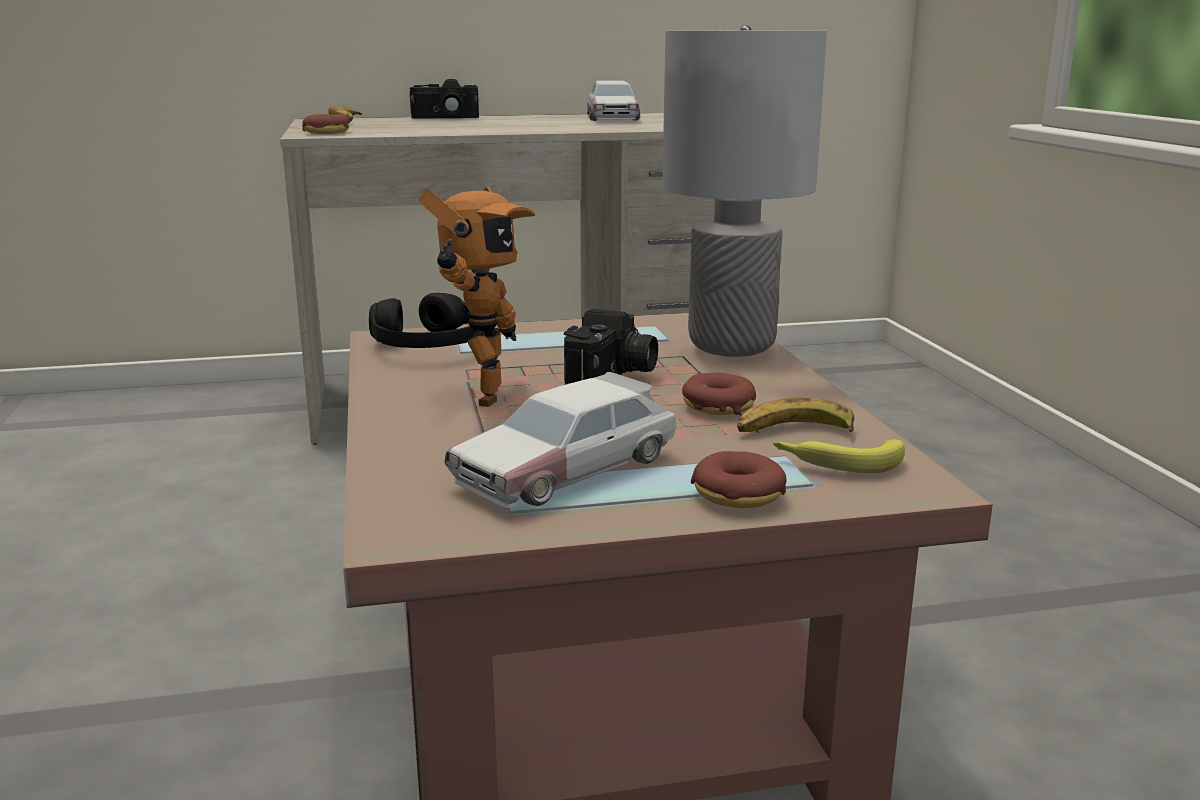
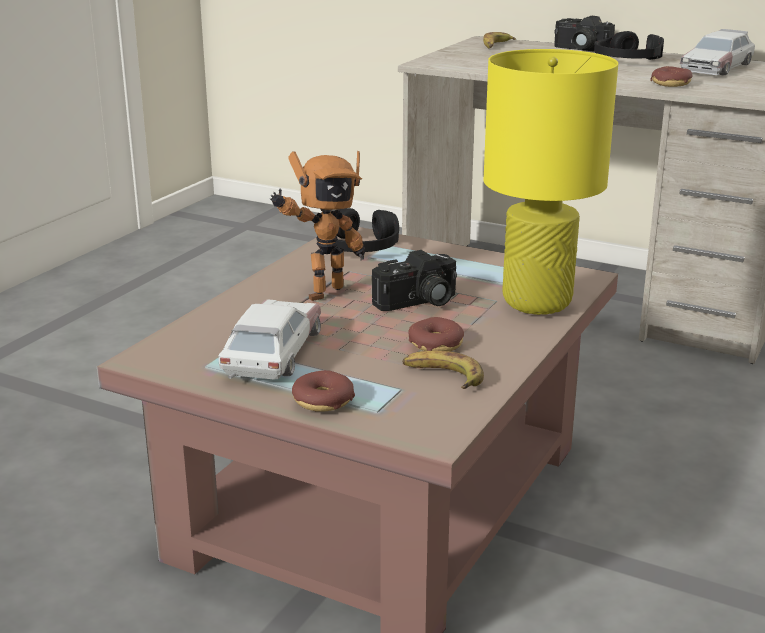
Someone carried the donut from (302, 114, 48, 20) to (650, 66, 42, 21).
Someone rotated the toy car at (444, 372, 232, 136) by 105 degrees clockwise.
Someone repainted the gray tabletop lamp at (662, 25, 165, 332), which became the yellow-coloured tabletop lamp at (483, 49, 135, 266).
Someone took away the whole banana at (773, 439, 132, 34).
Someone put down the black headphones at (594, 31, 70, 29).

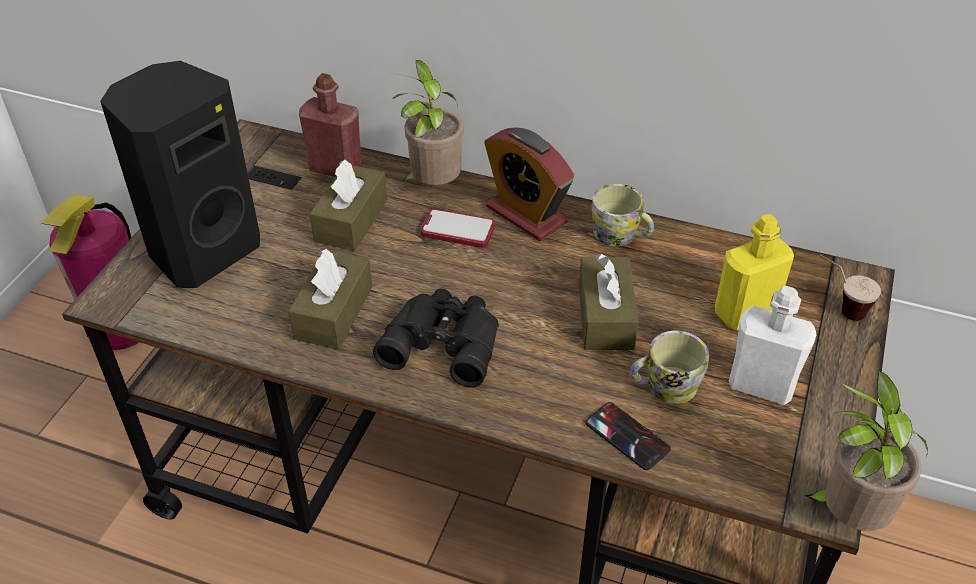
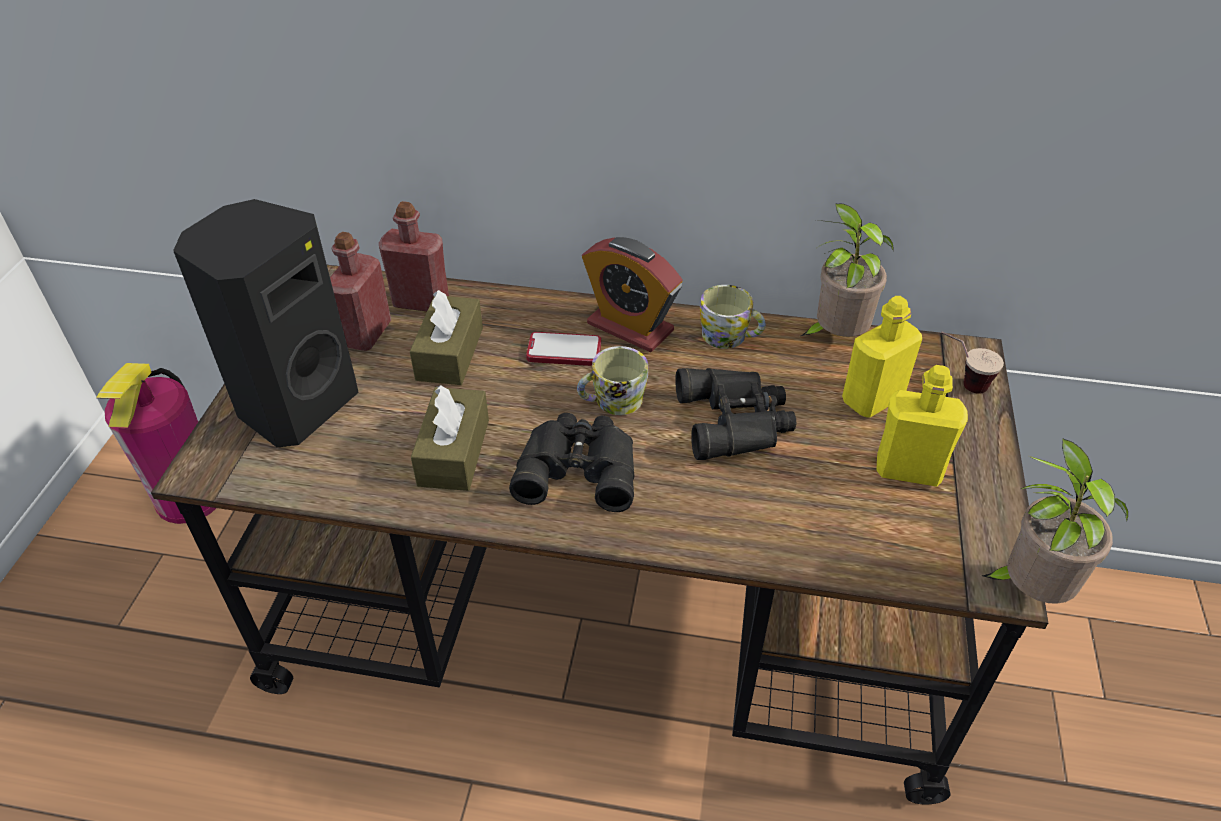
Someone carried the houseplant from (392, 59, 72, 126) to (801, 203, 92, 134).
Someone swapped the brownish box of tissues at (579, 254, 59, 96) for the black binoculars at (675, 368, 121, 92).
Someone took away the phone at (585, 402, 86, 68).
Someone carried the tea mug from (630, 331, 79, 73) to (577, 346, 71, 69).
Someone repainted the white-coloured bottle at (729, 286, 88, 119), which became the yellow-coloured bottle at (876, 365, 92, 122).
Someone put down the red-coloured bottle at (330, 232, 61, 119).

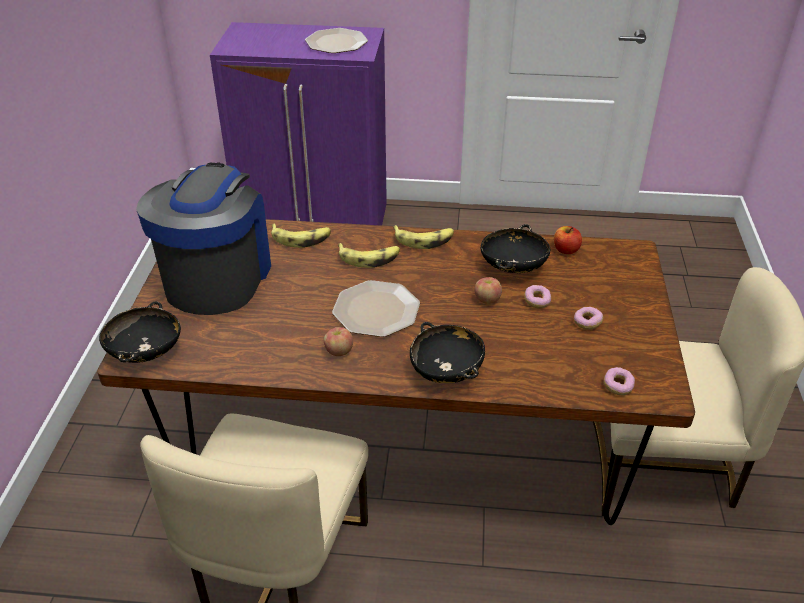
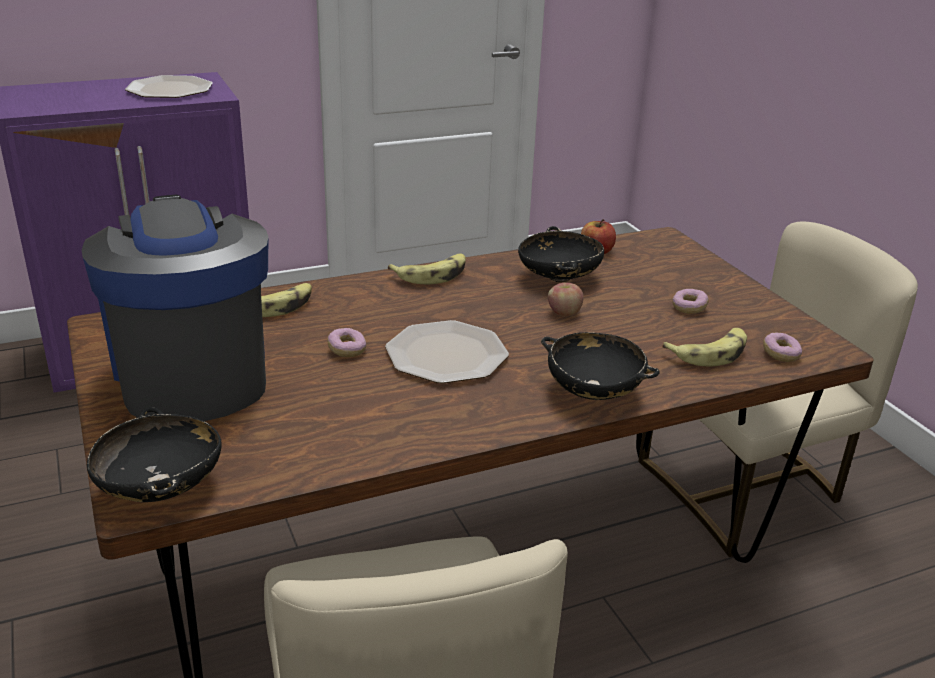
Someone took away the apple at (324, 327, 29, 29).
Someone carried the whole banana from (338, 243, 62, 25) to (662, 328, 85, 38).
Someone carried the donut from (524, 285, 27, 23) to (328, 328, 38, 29).

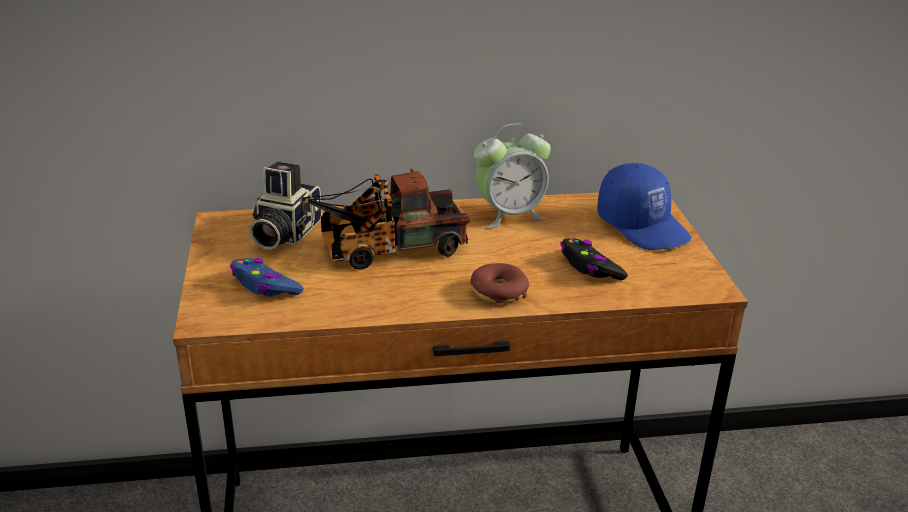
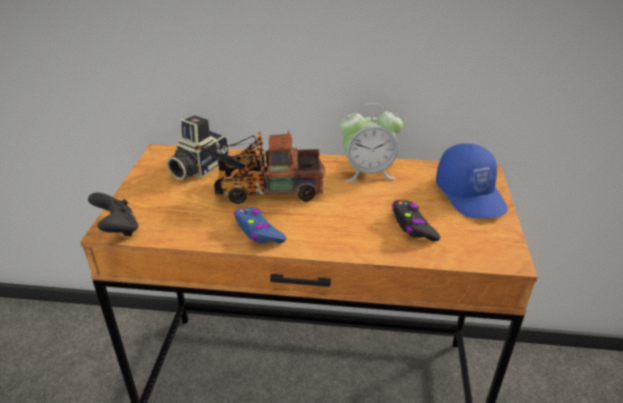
Someone carried the blue-coloured joypad from (230, 258, 74, 38) to (234, 207, 52, 36).
Someone took away the donut at (470, 263, 59, 40).
Someone put down the black joypad at (88, 193, 50, 44).

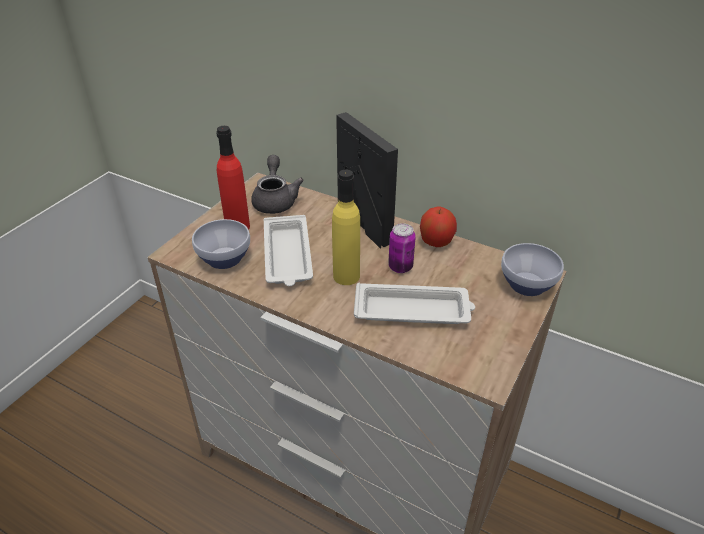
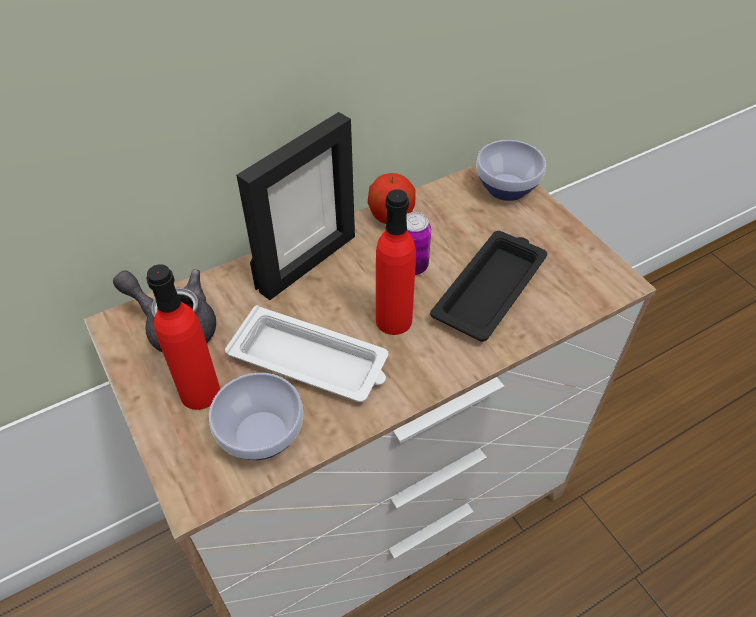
Someone repainted the yellow-coloured bottle at (332, 169, 28, 116), which became the red-coloured bottle at (376, 189, 40, 146).
Someone rotated the standing frame at (336, 112, 62, 137) by 135 degrees clockwise.
Someone repainted the white-coloured tray at (354, 283, 121, 41), which became the black tray at (430, 231, 117, 111).

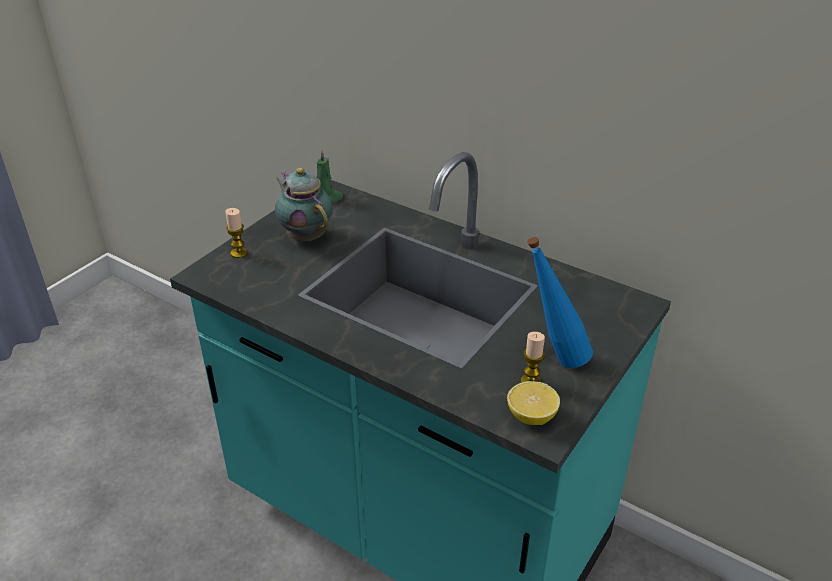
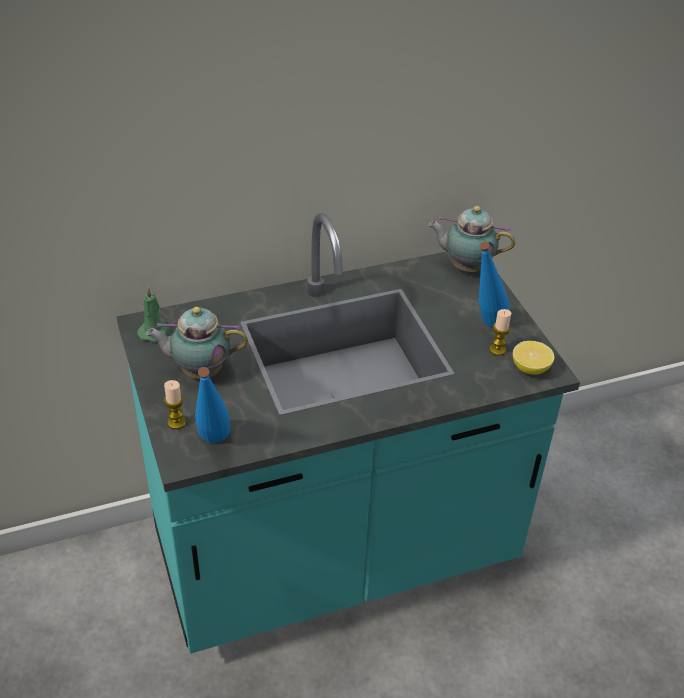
Someone put down the blue-coloured bottle at (195, 367, 36, 76).
Someone put down the teapot at (428, 206, 87, 66).

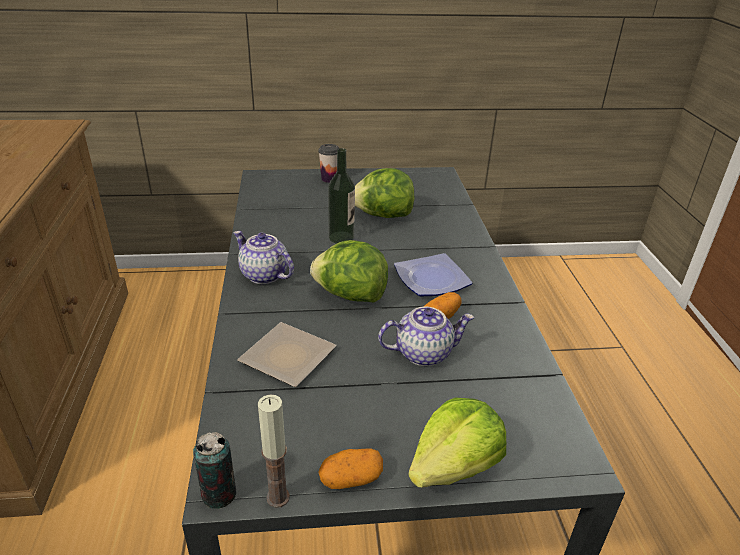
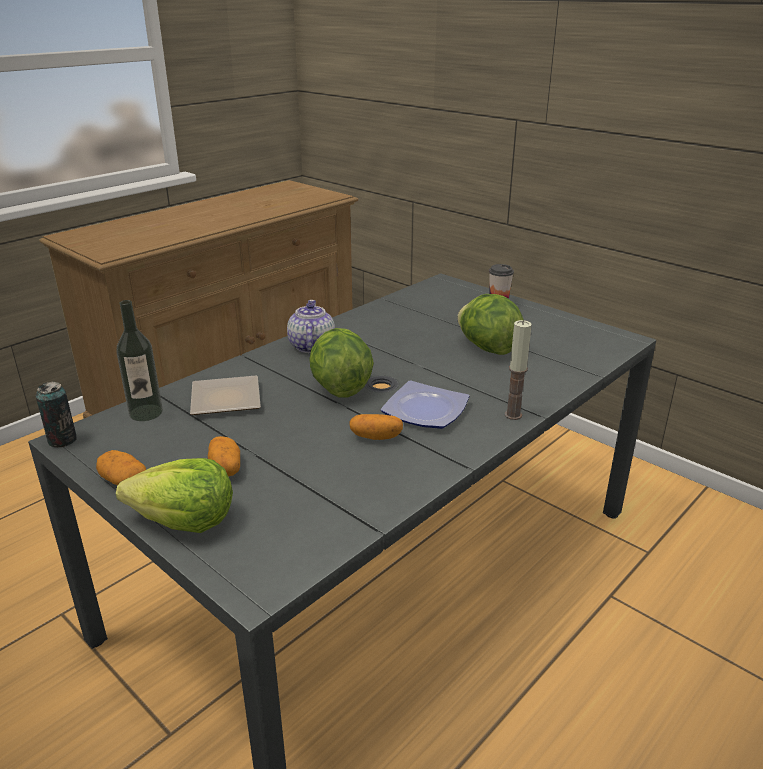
Someone carried the wax candle from (258, 395, 32, 113) to (505, 320, 27, 100).
Someone carried the bottle from (328, 148, 27, 96) to (116, 300, 47, 121).
Someone took away the teapot at (378, 306, 96, 60).
Someone put down the spud at (208, 436, 32, 40).

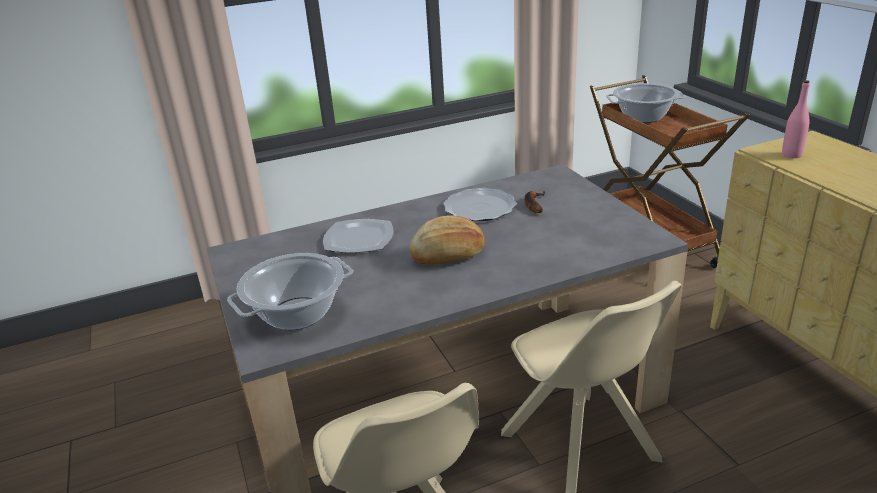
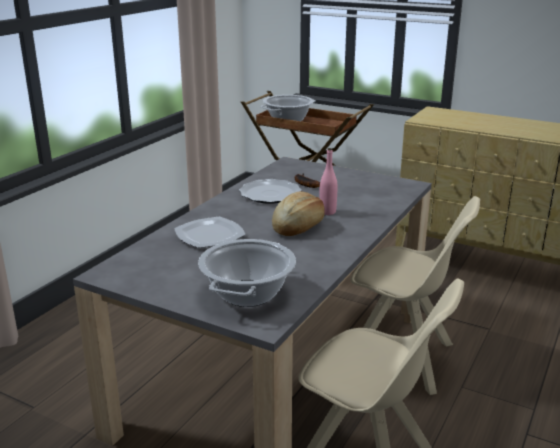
Someone carried the pink bottle from (782, 80, 28, 78) to (319, 148, 18, 67).

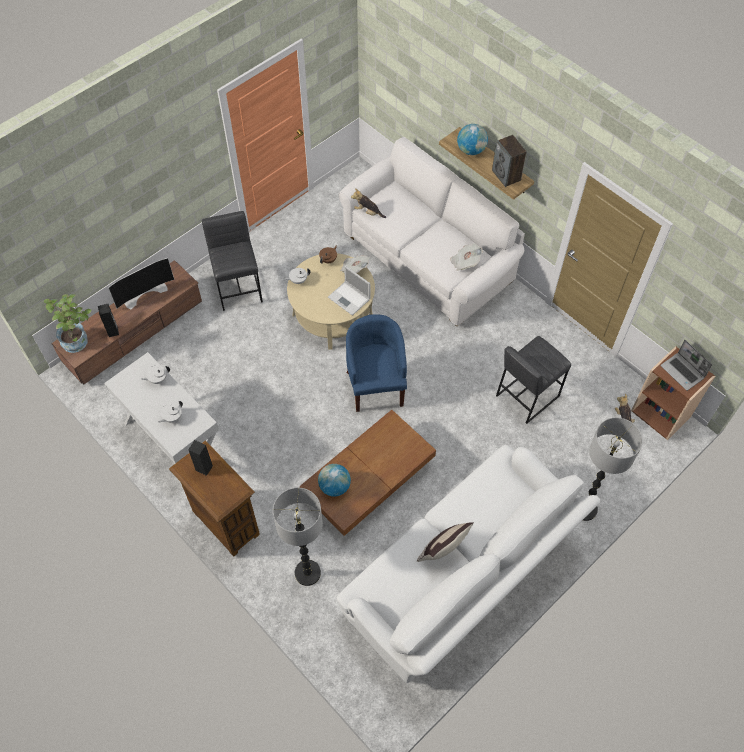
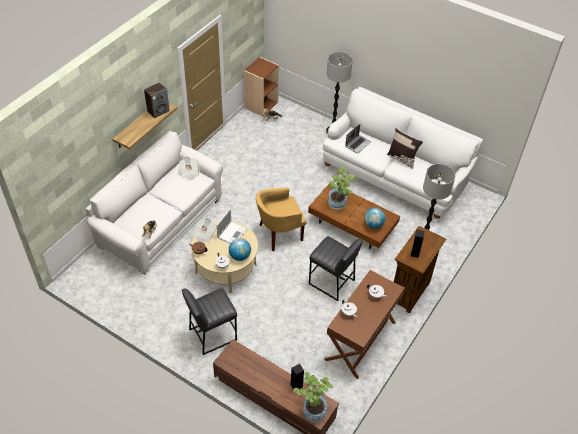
Someone repainted the white-coloured console table at (104, 352, 123, 111), which became the brownish console table at (324, 270, 81, 109).
Someone took away the television at (108, 258, 66, 51).
Someone repainted the blue-coloured easy chair at (346, 314, 61, 98), which became the yellow-coloured easy chair at (256, 188, 51, 63).
Someone carried the world globe from (457, 124, 31, 31) to (229, 238, 22, 23).
Someone carried the gray stool seat from (496, 336, 75, 88) to (309, 236, 54, 65).
Someone carried the notebook computer from (660, 340, 52, 51) to (345, 124, 26, 29).
Someone put down the houseplant at (328, 166, 30, 43).

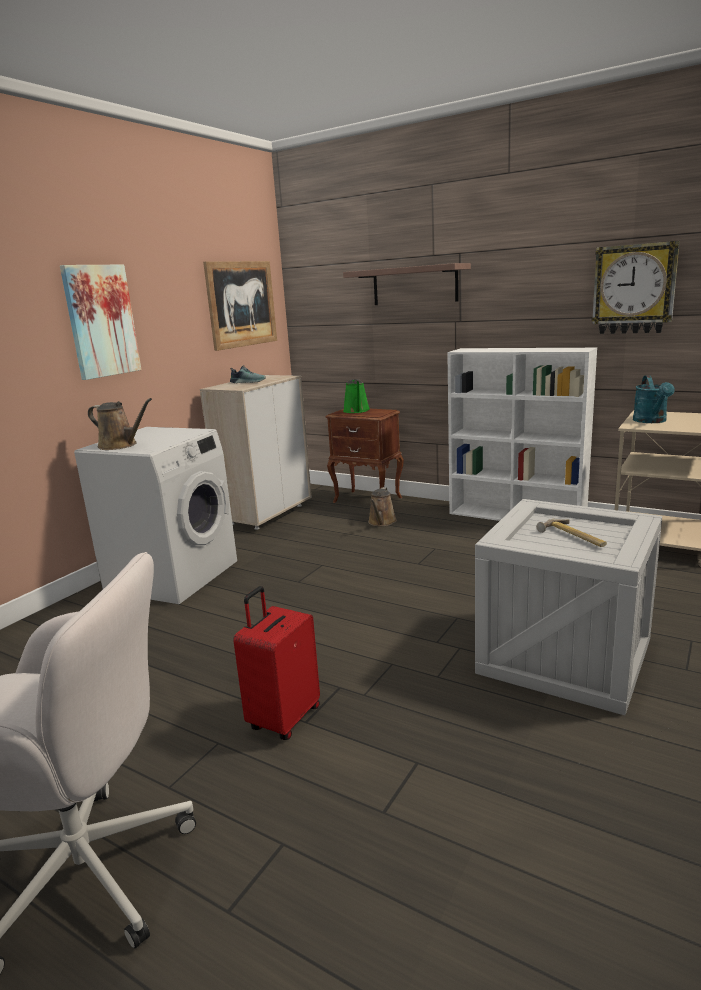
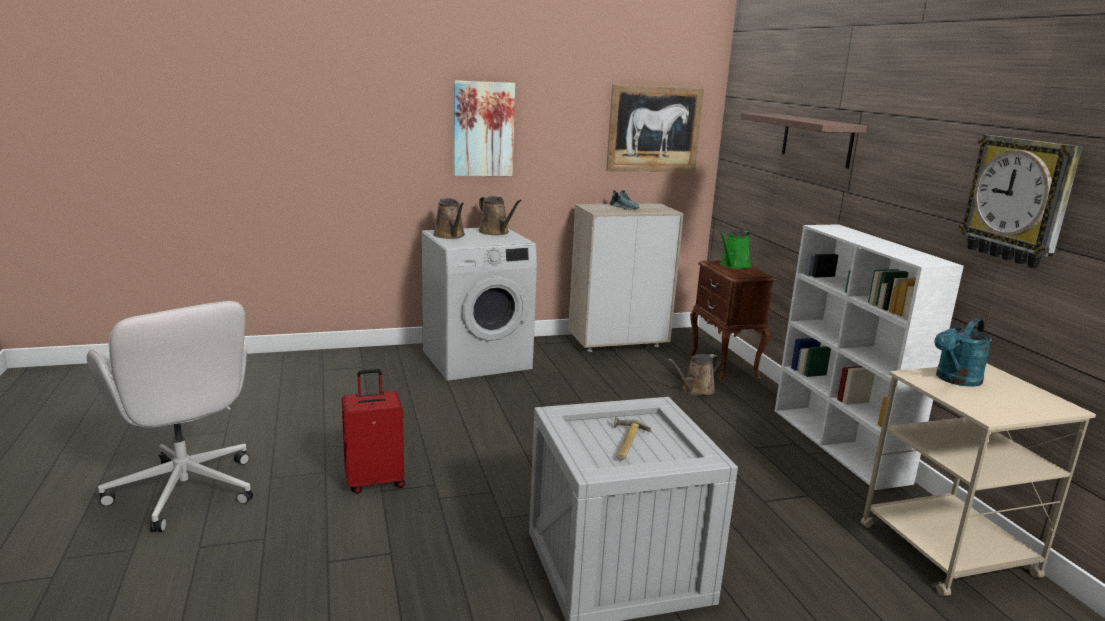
Someone put down the brownish sprinkling can at (478, 196, 44, 39).

